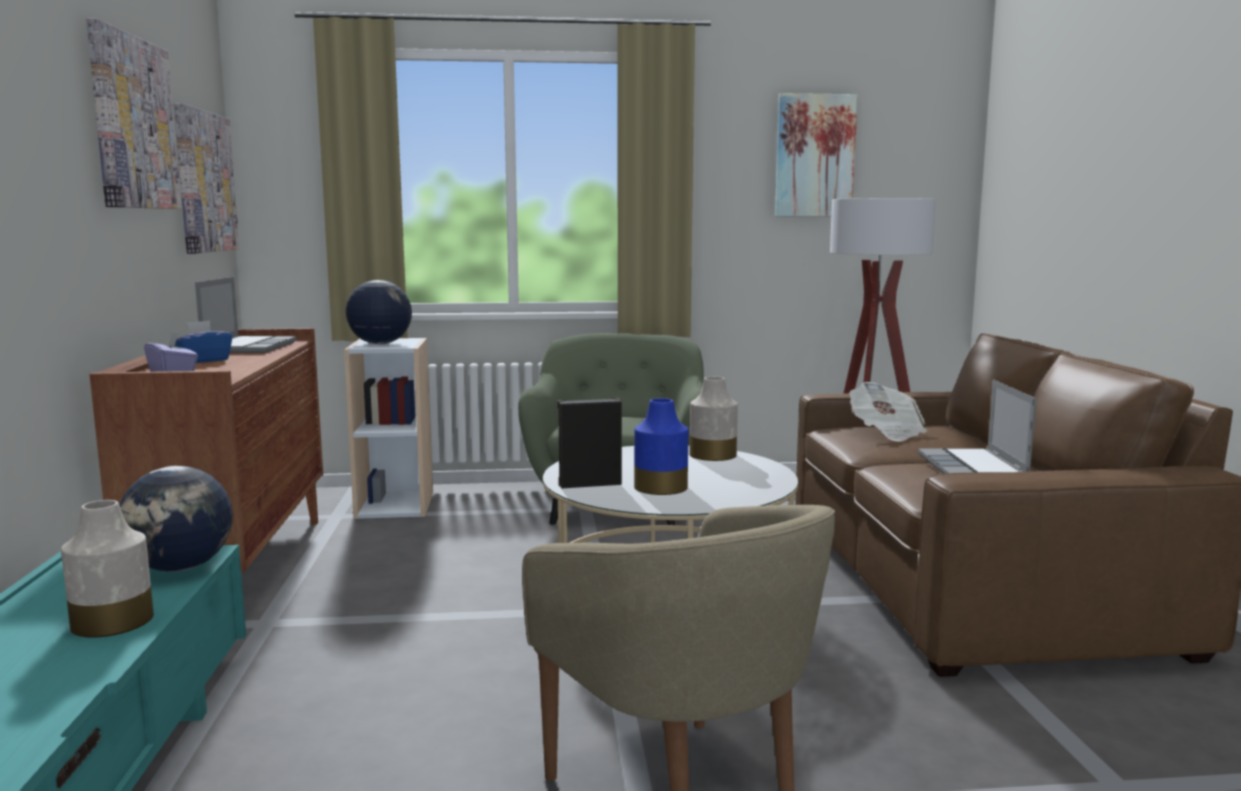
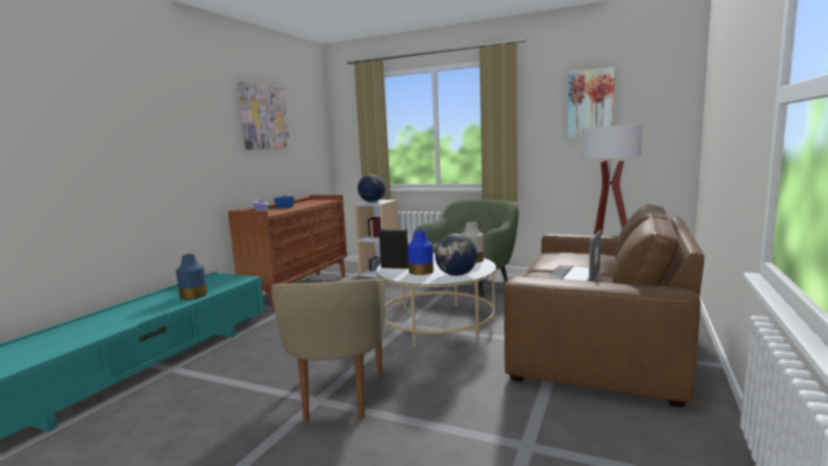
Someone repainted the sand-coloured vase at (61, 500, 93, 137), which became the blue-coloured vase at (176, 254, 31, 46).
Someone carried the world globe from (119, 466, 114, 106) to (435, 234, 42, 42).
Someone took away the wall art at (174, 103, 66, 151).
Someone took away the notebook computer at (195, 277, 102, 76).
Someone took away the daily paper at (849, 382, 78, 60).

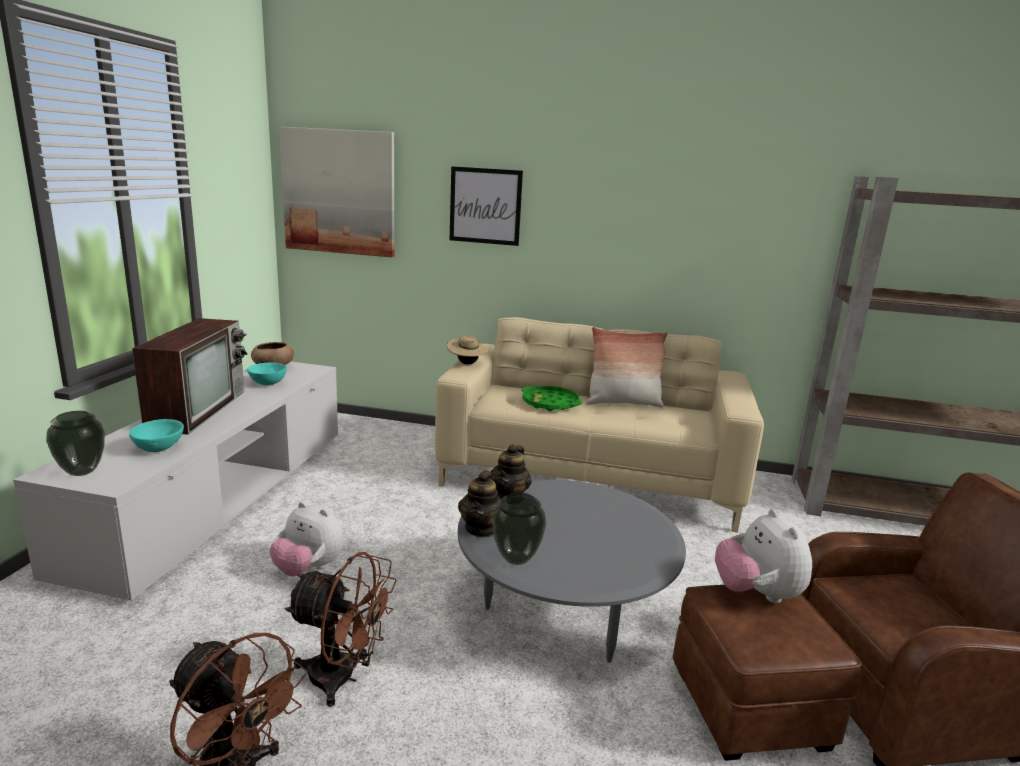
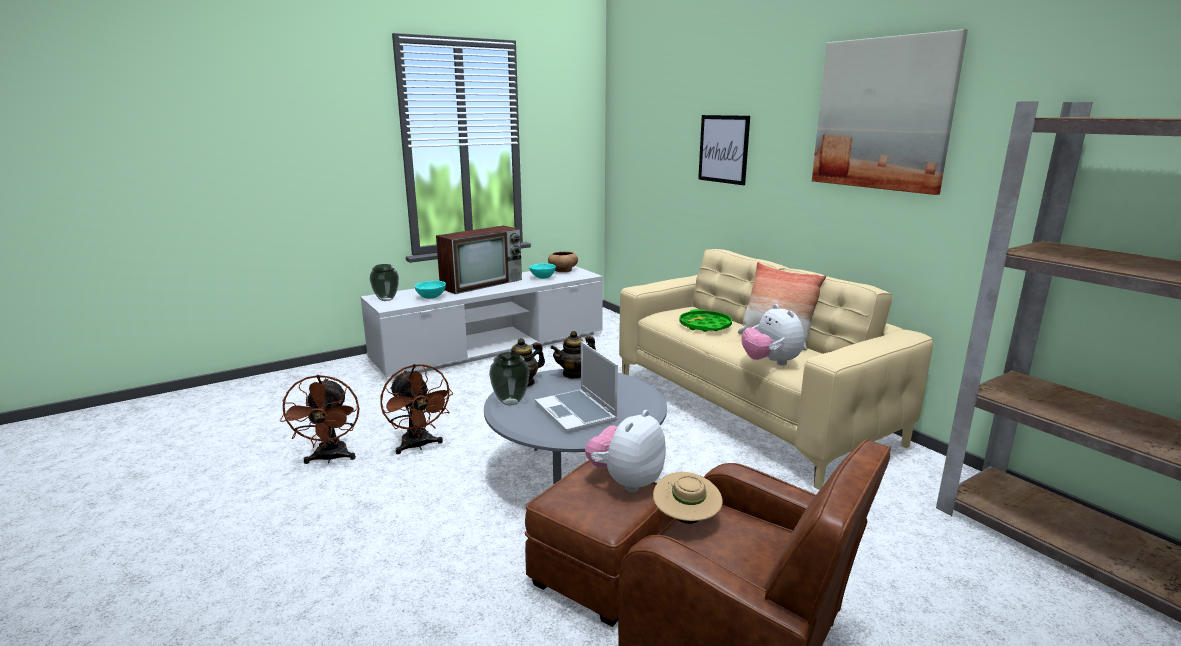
Someone carried the plush toy from (270, 502, 74, 74) to (742, 304, 62, 61).
Someone carried the wall art from (279, 127, 115, 130) to (812, 29, 156, 166).
Someone carried the sand-coloured clothing hat from (447, 336, 41, 28) to (653, 472, 70, 52).
Someone put down the notebook computer at (535, 341, 83, 92).

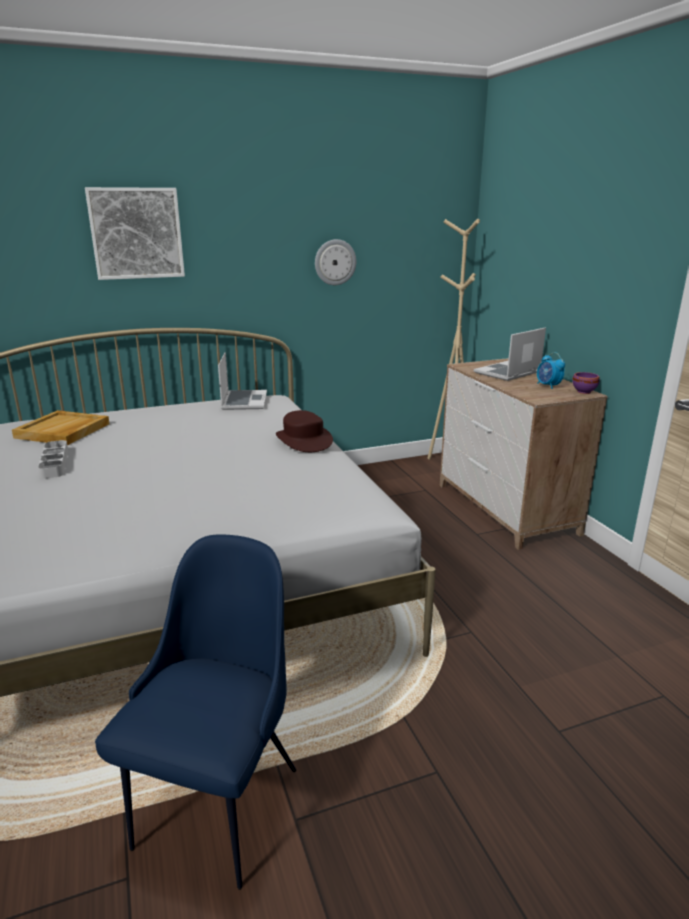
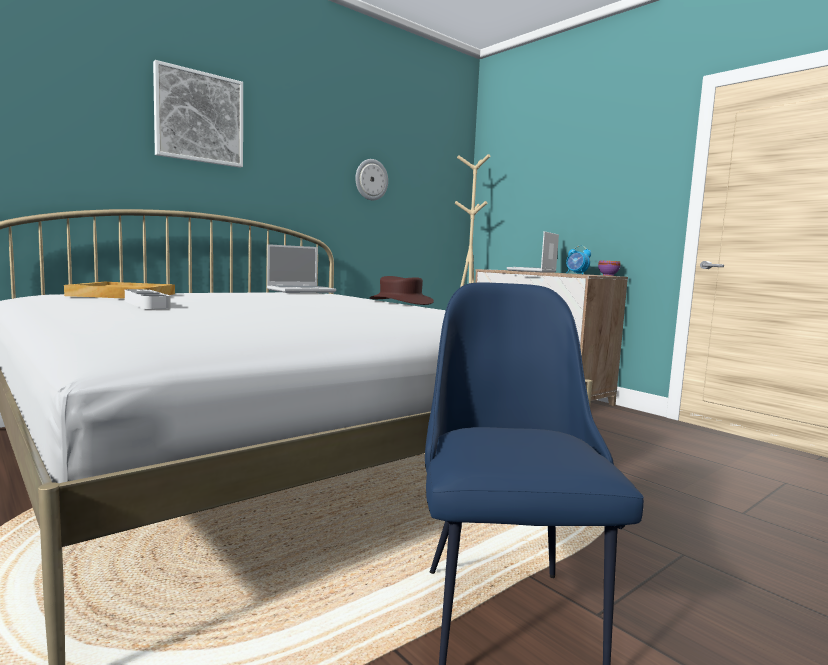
Someone rotated the notebook computer at (218, 352, 49, 58) by 75 degrees clockwise.

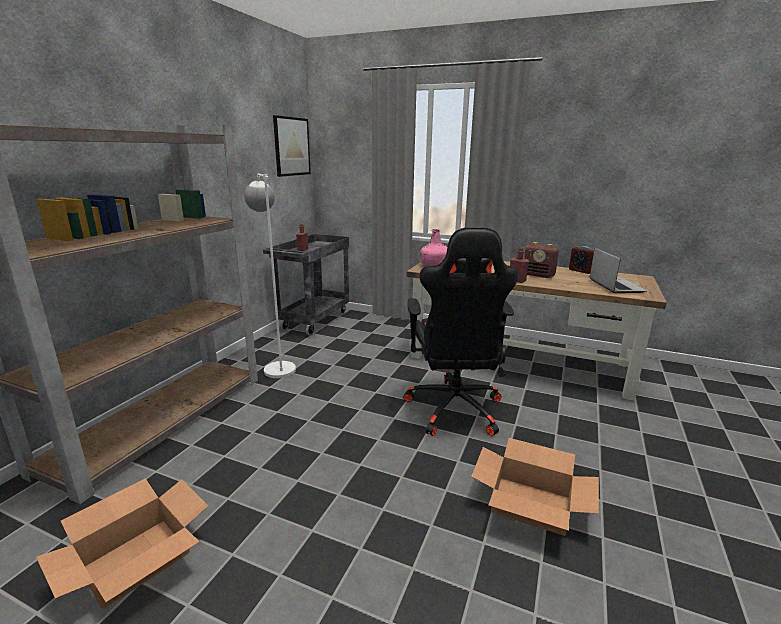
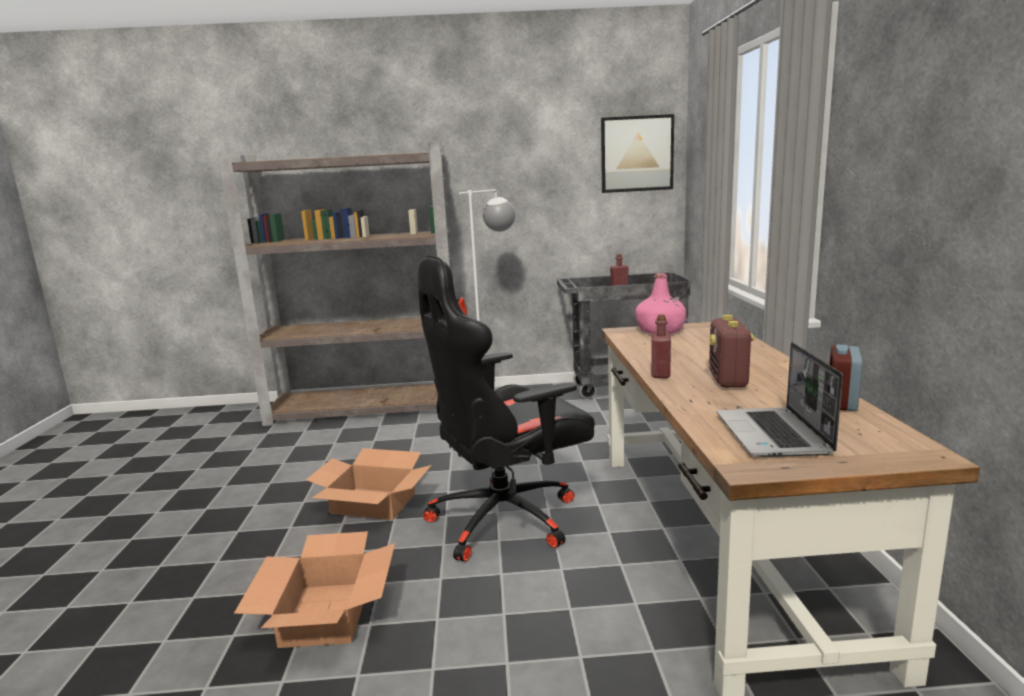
Someone carried the packing box from (36, 478, 172, 132) to (306, 448, 126, 72).
Someone rotated the notebook computer at (590, 247, 57, 46) by 120 degrees clockwise.

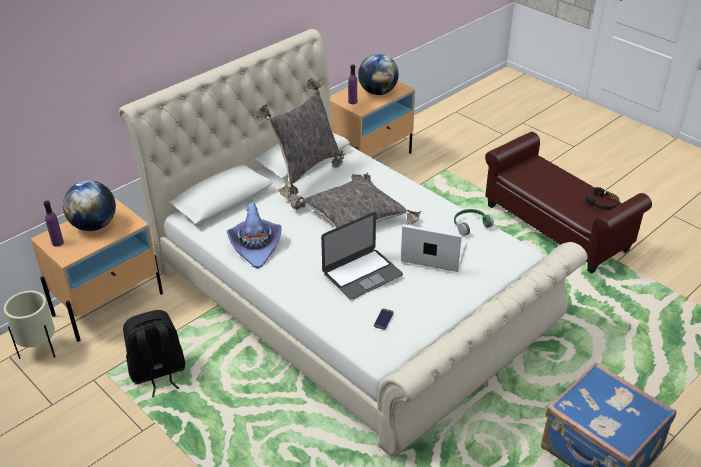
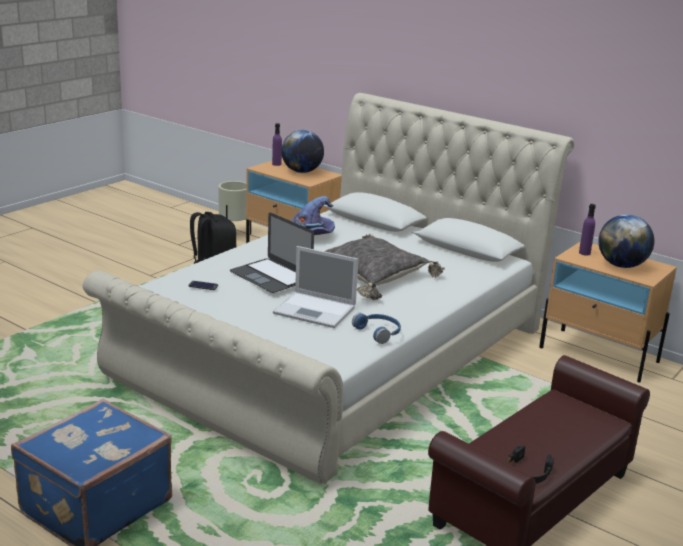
Someone took away the cushion at (256, 78, 89, 120).
Someone rotated the notebook computer at (401, 224, 66, 48) by 105 degrees clockwise.
Someone repainted the green headphones at (454, 209, 40, 27), which became the blue-coloured headphones at (352, 313, 49, 31).

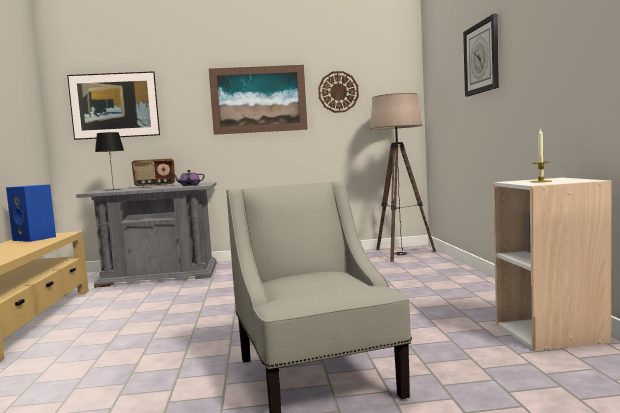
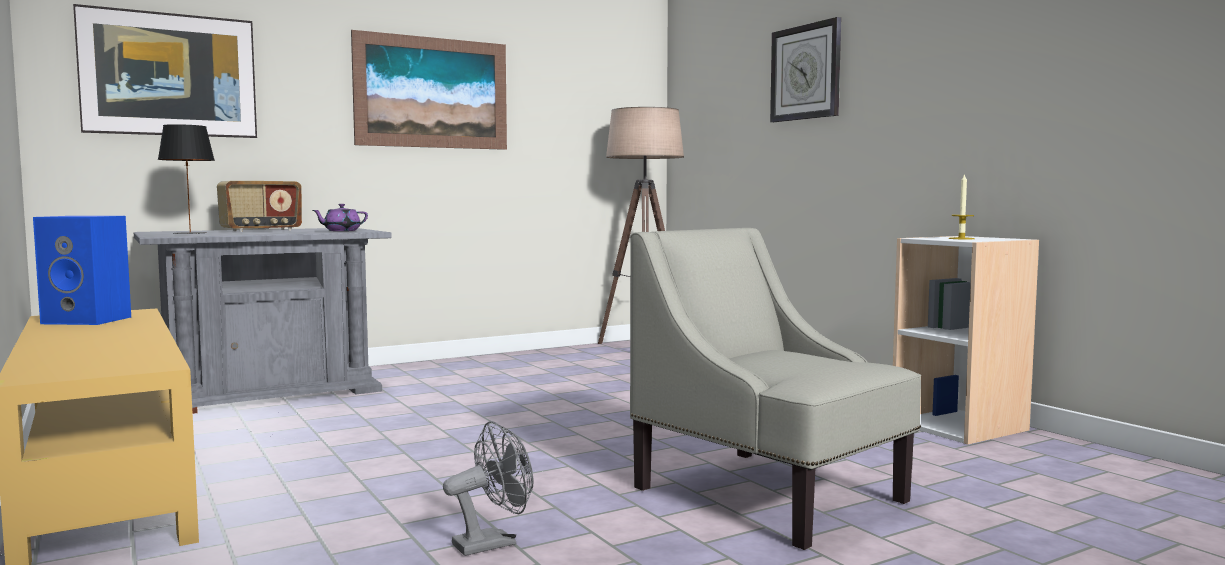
Someone took away the hanging clock at (318, 71, 41, 42).
Someone put down the gray fan at (443, 421, 91, 135).

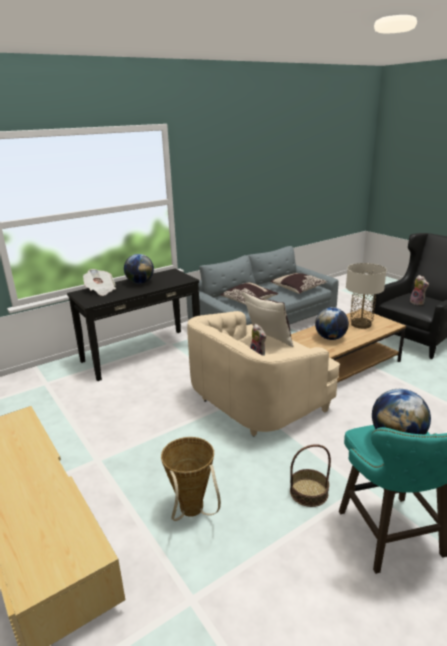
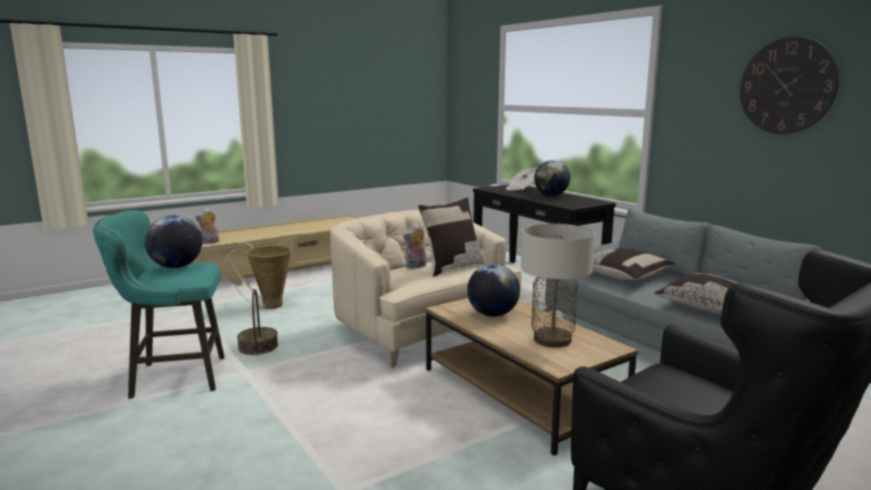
Someone carried the plush toy from (410, 275, 19, 30) to (195, 208, 24, 36).
Someone put up the hanging clock at (740, 37, 99, 97).

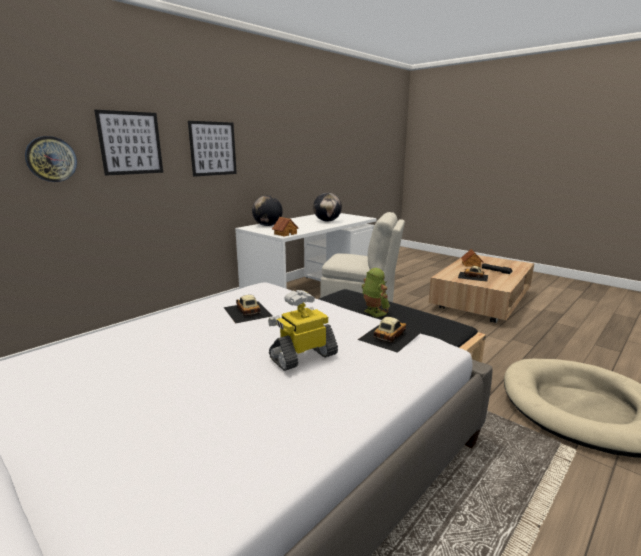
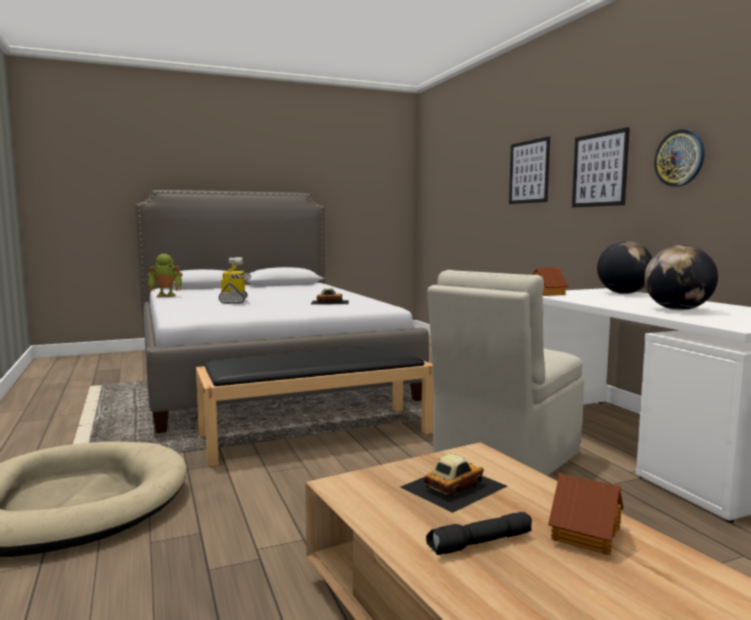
Someone carried the hanging clock from (25, 136, 52, 46) to (654, 129, 51, 58).
Someone took away the toy car at (357, 317, 63, 36).
Someone carried the robot figure from (362, 268, 28, 50) to (148, 254, 35, 43).

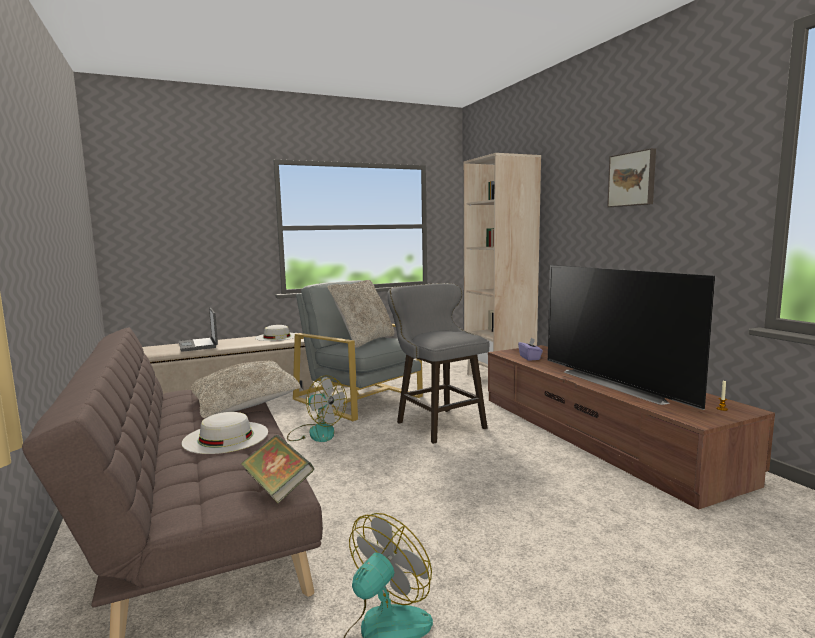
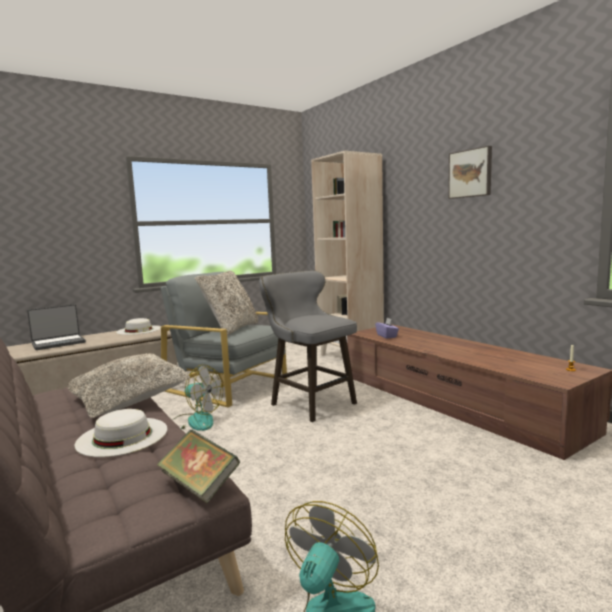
Someone rotated the notebook computer at (179, 308, 39, 44) by 90 degrees counterclockwise.
Someone took away the television at (548, 265, 167, 145).

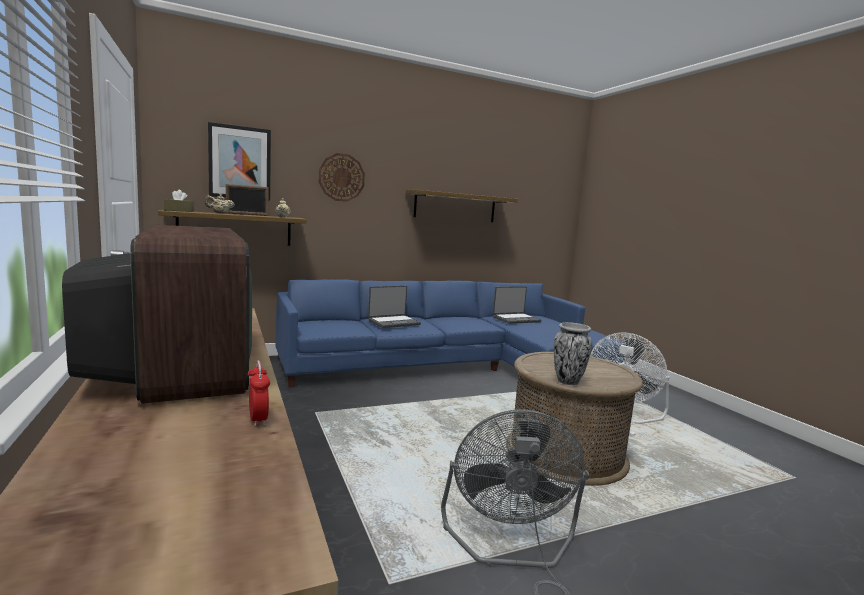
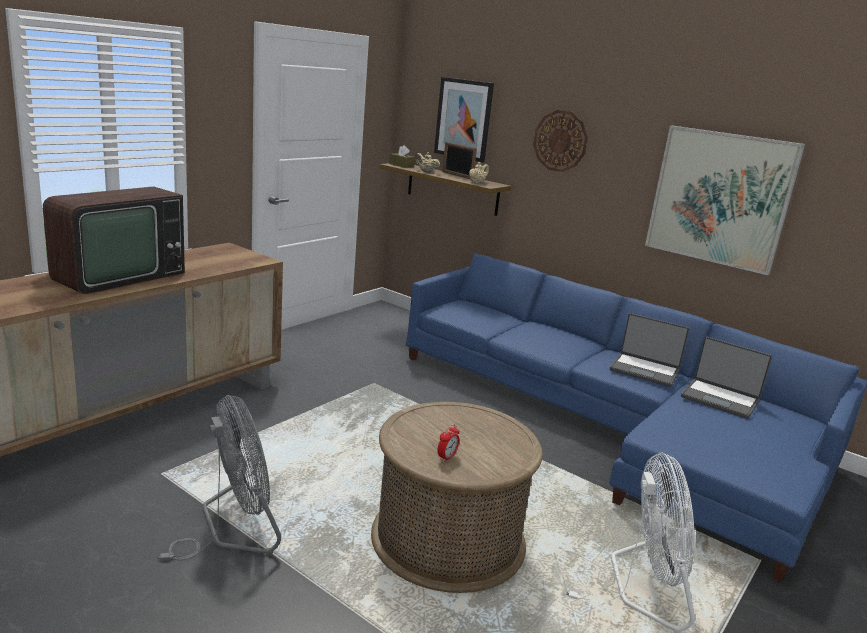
Someone carried the bedside clock from (247, 360, 23, 67) to (437, 424, 23, 38).
Someone carried the notebook computer from (368, 286, 53, 42) to (610, 313, 79, 74).
Someone swapped the wall shelf at (406, 190, 112, 32) for the wall art at (645, 125, 160, 150).
Someone took away the vase at (554, 322, 38, 63).

